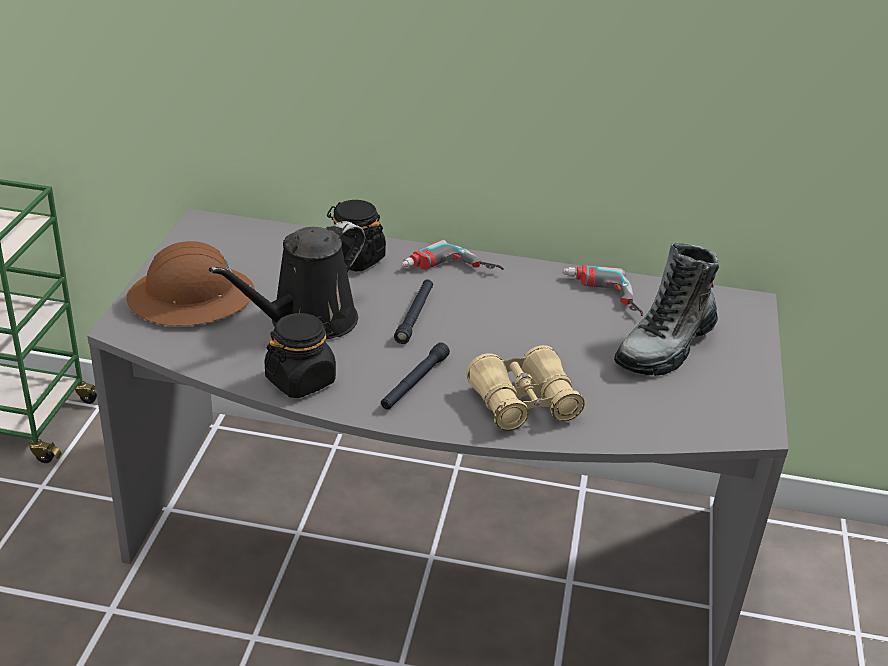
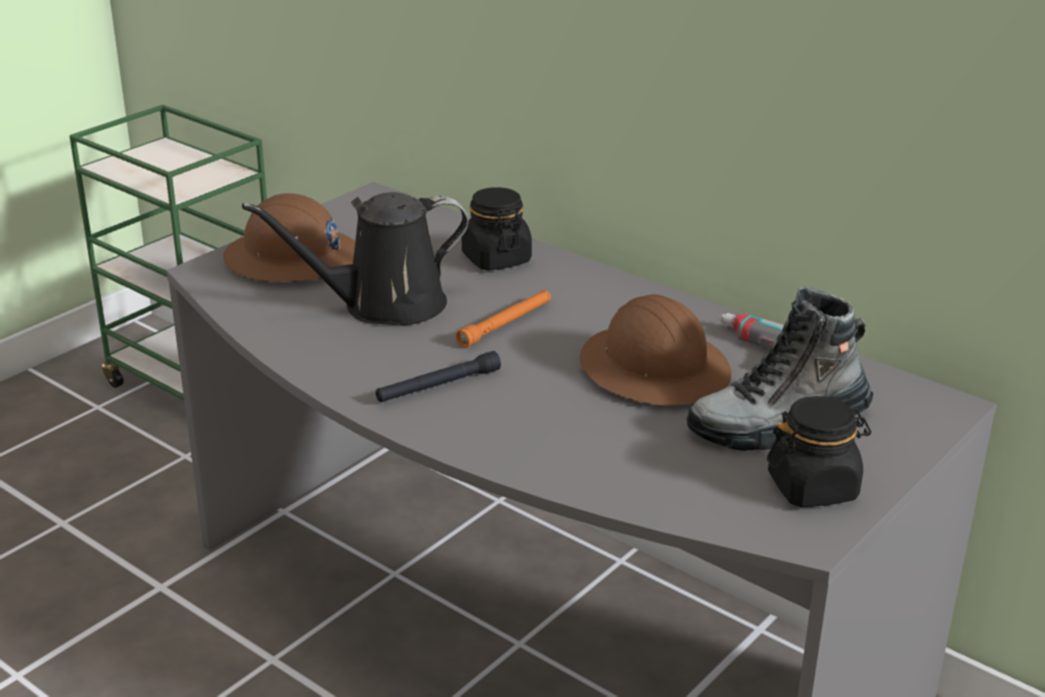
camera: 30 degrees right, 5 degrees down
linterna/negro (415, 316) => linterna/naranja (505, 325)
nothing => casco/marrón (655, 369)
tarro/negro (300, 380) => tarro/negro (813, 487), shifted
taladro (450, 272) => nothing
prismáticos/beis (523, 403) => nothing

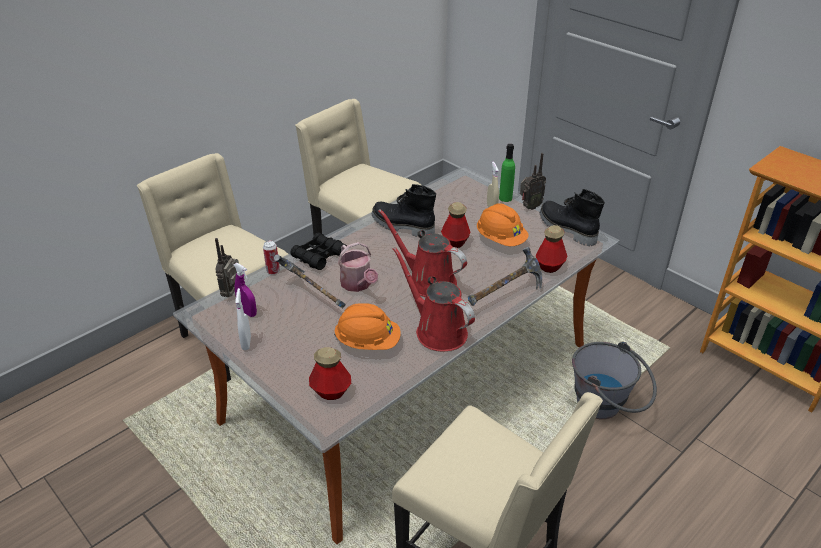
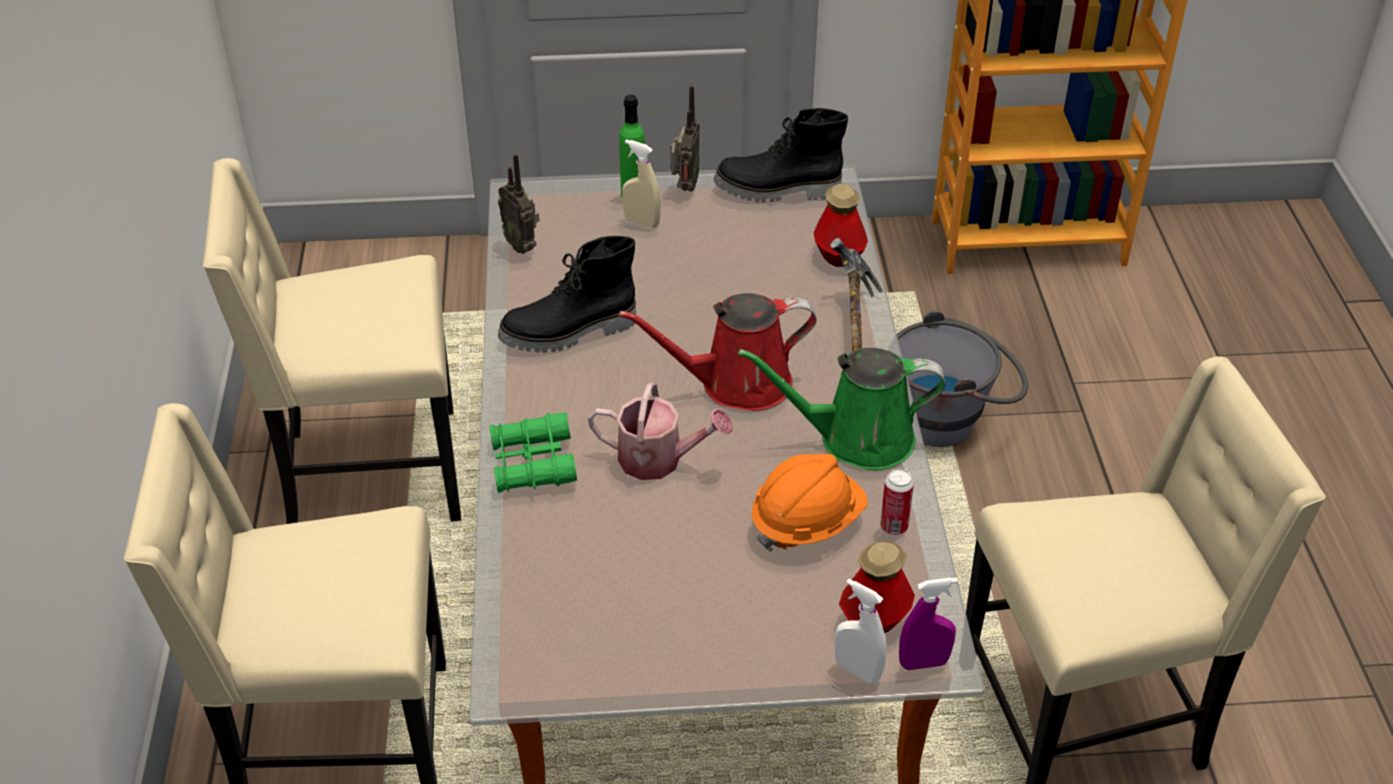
camera: 50 degrees left, 5 degrees up
prismáticos/negro (319, 256) => prismáticos/verde (533, 463)
radio (233, 293) => radio (522, 246), shifted
regadera/rojo (437, 330) => regadera/verde (856, 439)
pulverizador/blanco (246, 343) => pulverizador/blanco (857, 671), shifted
lata (273, 271) => lata (894, 526), shifted
pulverizador/morado (247, 312) => pulverizador/morado (923, 663), shifted
martillo (312, 296) => nothing
botella (455, 242) => nothing
casco/naranja (501, 239) => nothing

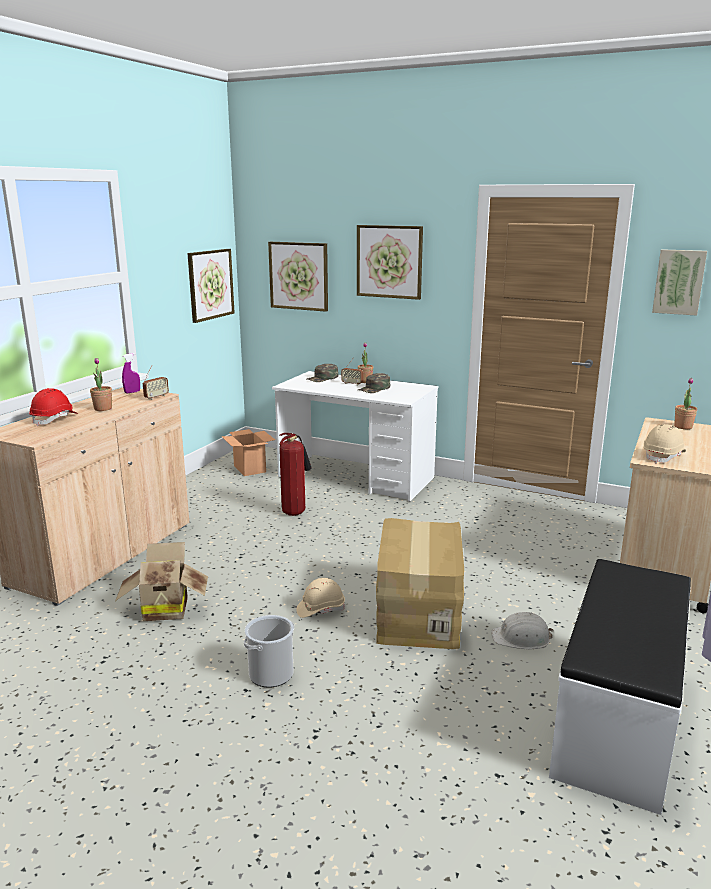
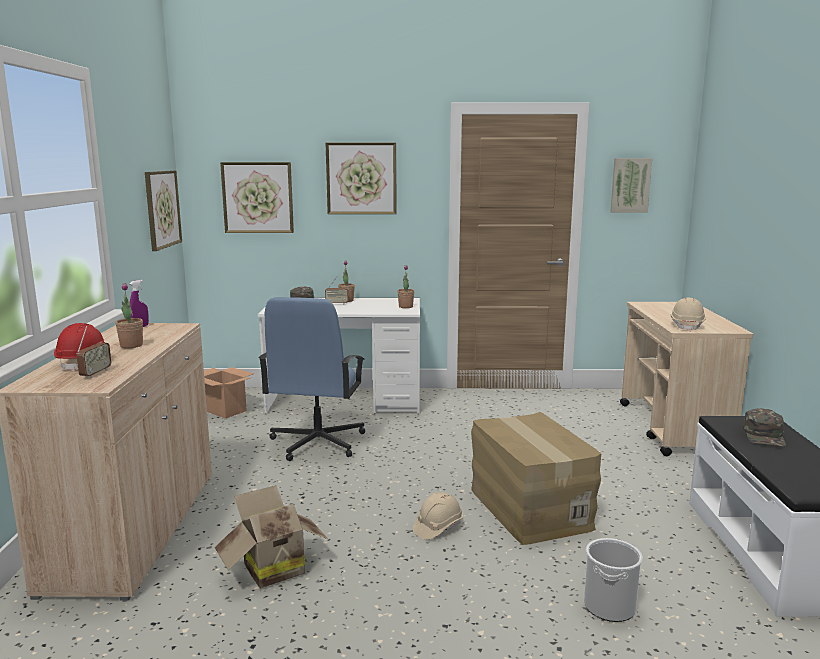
camera: 25 degrees left, 5 degrees down
radio (156, 397) => radio (95, 373), shifted
extintor (295, 512) => silla de oficina/azul (317, 443)
planta en maceta (683, 427) => planta en maceta (405, 307), shifted
cubo (271, 674) => cubo (609, 606), shifted
gorra/verde (374, 389) => gorra/verde (764, 435), shifted
casco/blanco (521, 638) => nothing

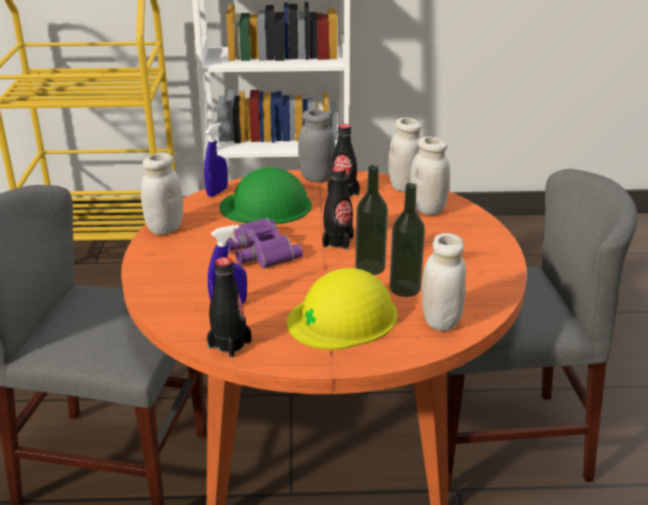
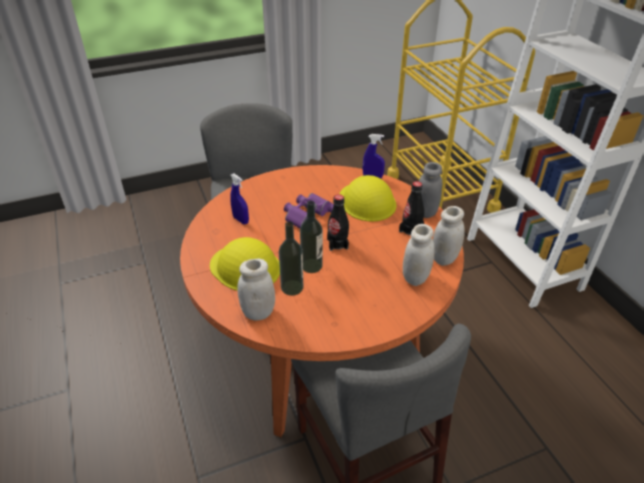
camera: 70 degrees right, 10 degrees up
casco/verde (266, 206) => casco/amarillo (367, 201)
tarro/blanco (165, 228) => nothing
botella/negro (229, 344) => nothing

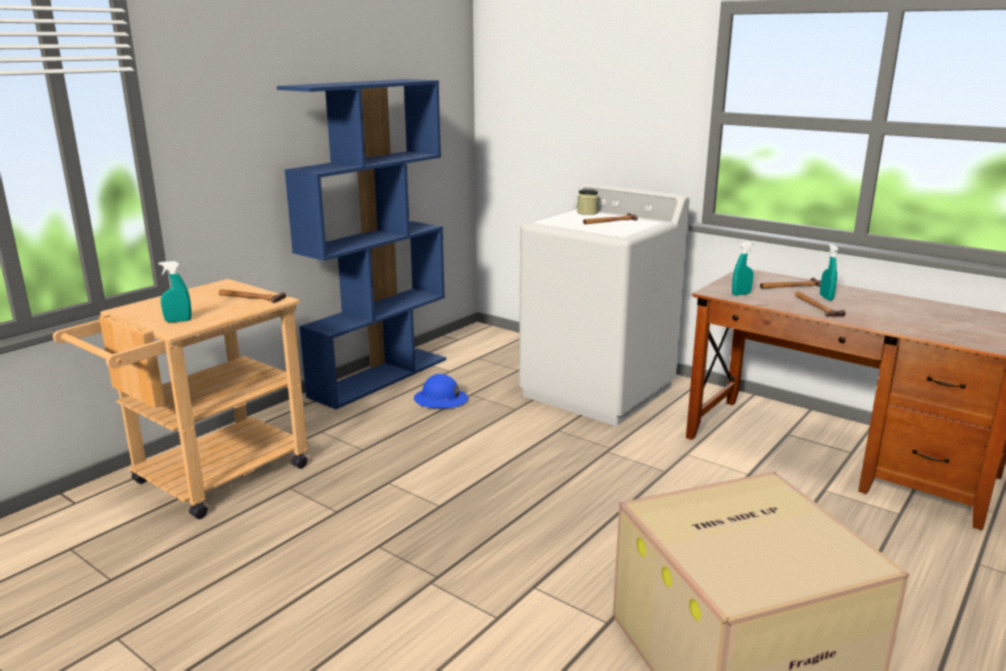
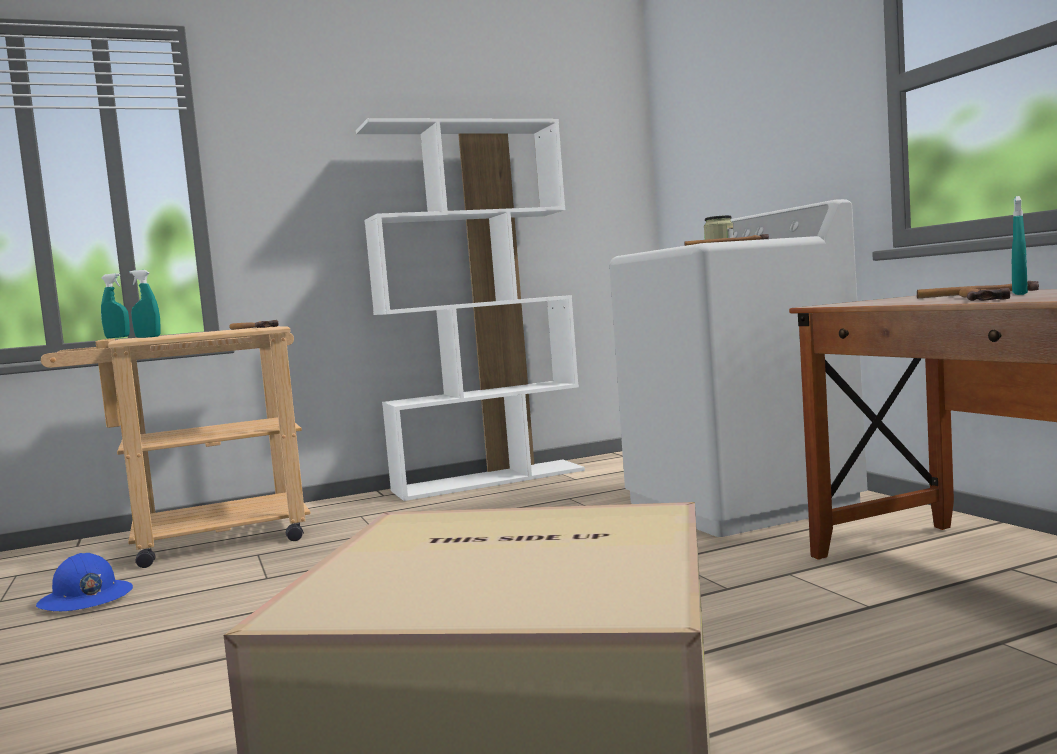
camera: 30 degrees right, 15 degrees down
casco/azul (441, 400) => casco/azul (85, 599), shifted
pulverizador/turquesa (741, 294) => pulverizador/turquesa (117, 337), shifted
estantería/azul (380, 377) => estantería/blanco (489, 480)

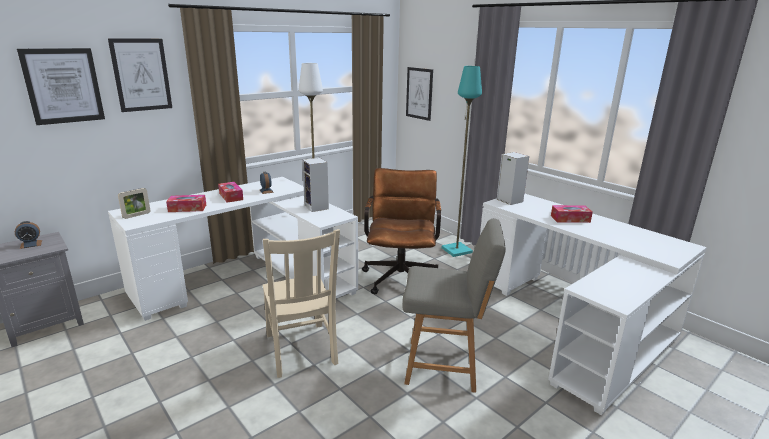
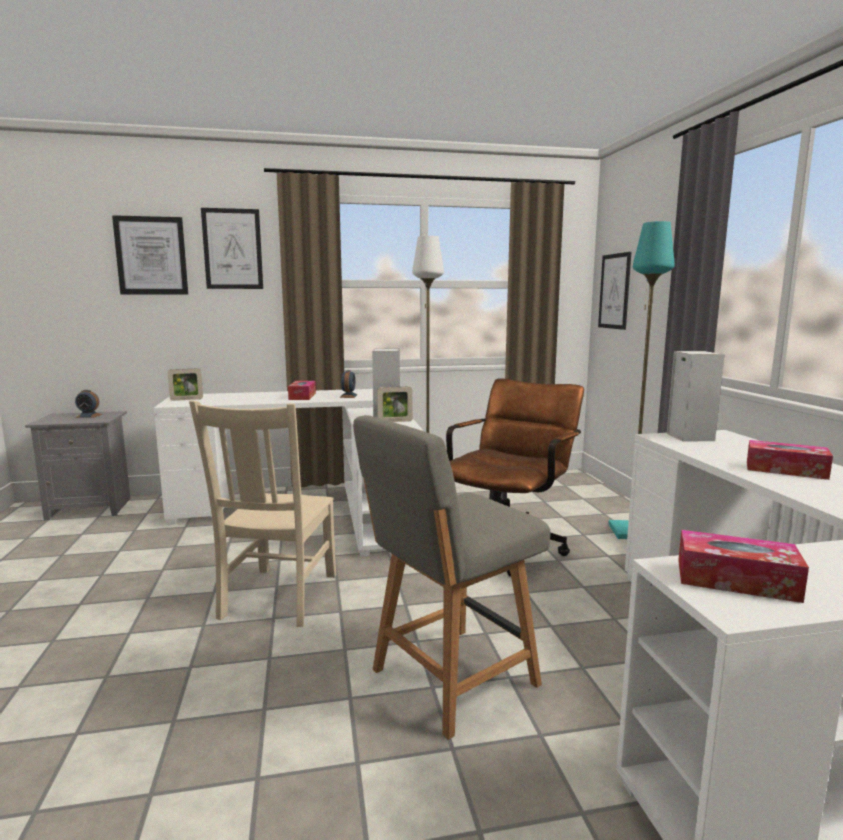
camera: 30 degrees right, 10 degrees down
silla/gris (445, 365) => silla/gris (450, 679), 105 degrees clockwise
nothing => portarretratos (395, 421)
caja de pañuelos (187, 208) => caja de pañuelos (736, 580), shifted

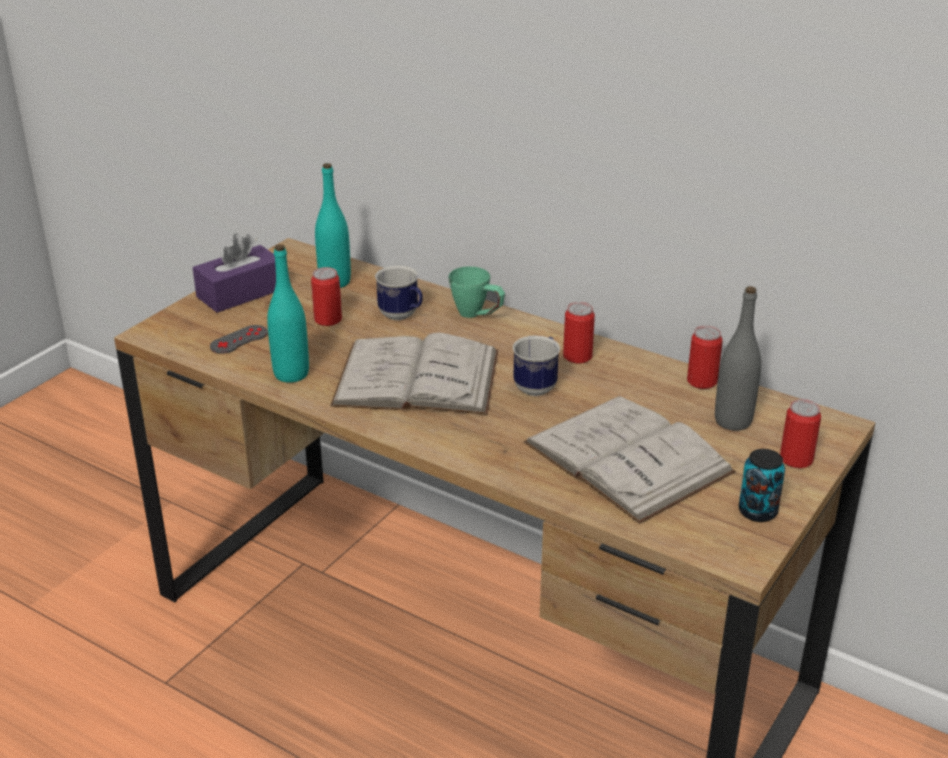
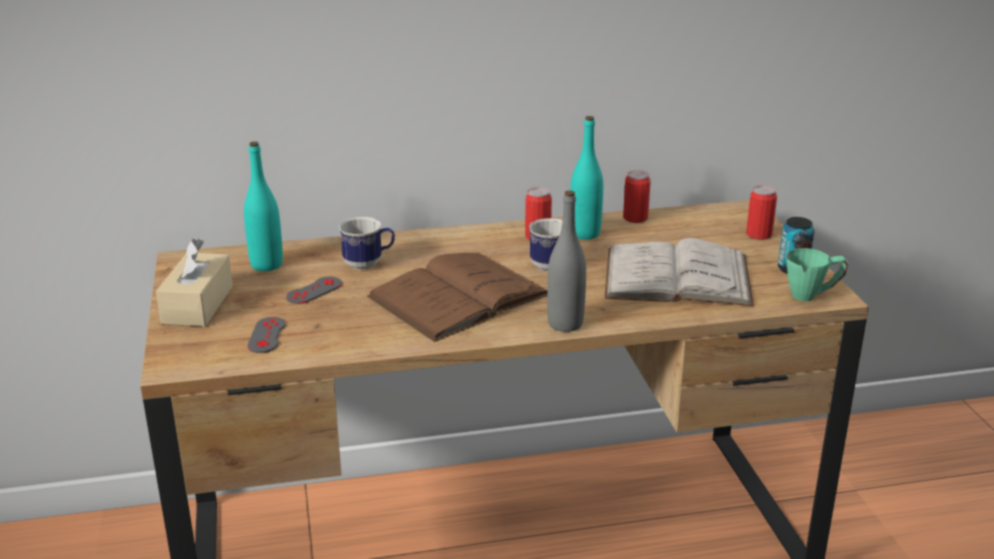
camera: 45 degrees left, 5 degrees down
caja de pañuelos/morado (240, 293) => caja de pañuelos/beis (198, 305)
lata (328, 319) => mando de consola/gris (314, 290)
libro/blanco (417, 378) => libro/marrón (459, 296)
botella/gris (733, 421) => botella/gris (565, 324), shifted
botella/turquesa (291, 374) => botella/turquesa (585, 234), shifted
taza grande/verde (477, 315) => taza grande/verde (812, 295), shifted

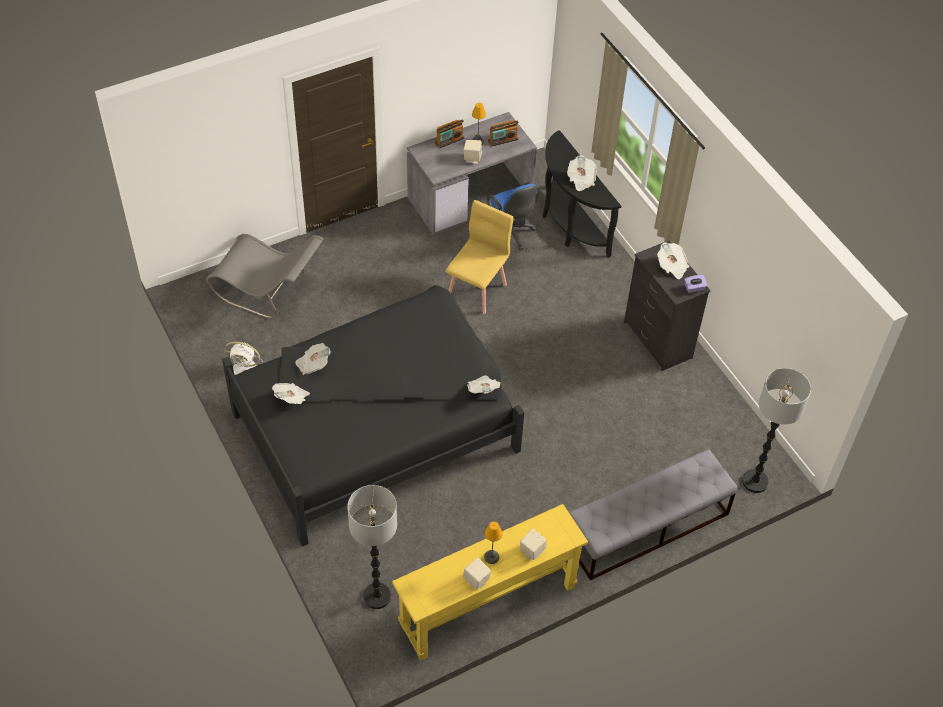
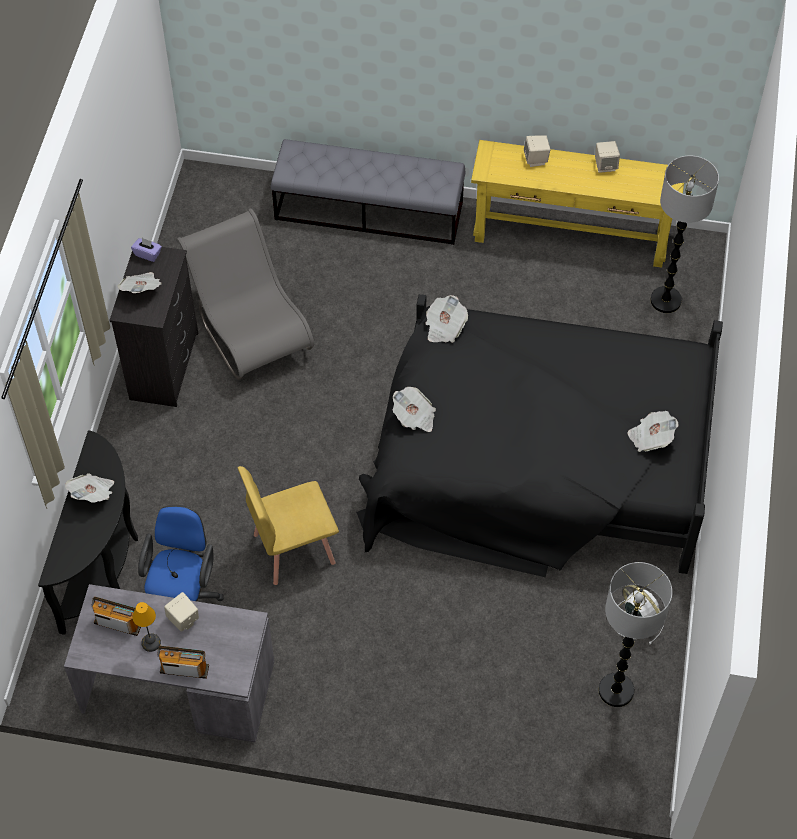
camera: 140 degrees left, 5 degrees up
silla/gris (268, 292) => silla/gris (250, 329), shifted
periódico (313, 364) => periódico (414, 417), shifted
lámpara de pie (755, 482) => lámpara de pie (616, 690), shifted
lámpara de mesa (492, 556) => nothing

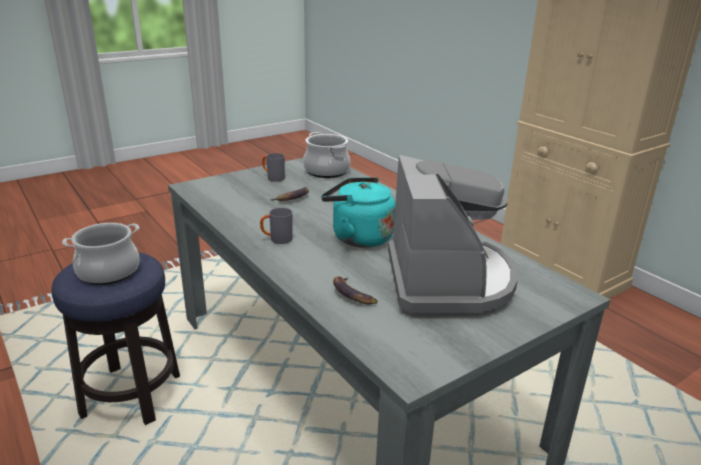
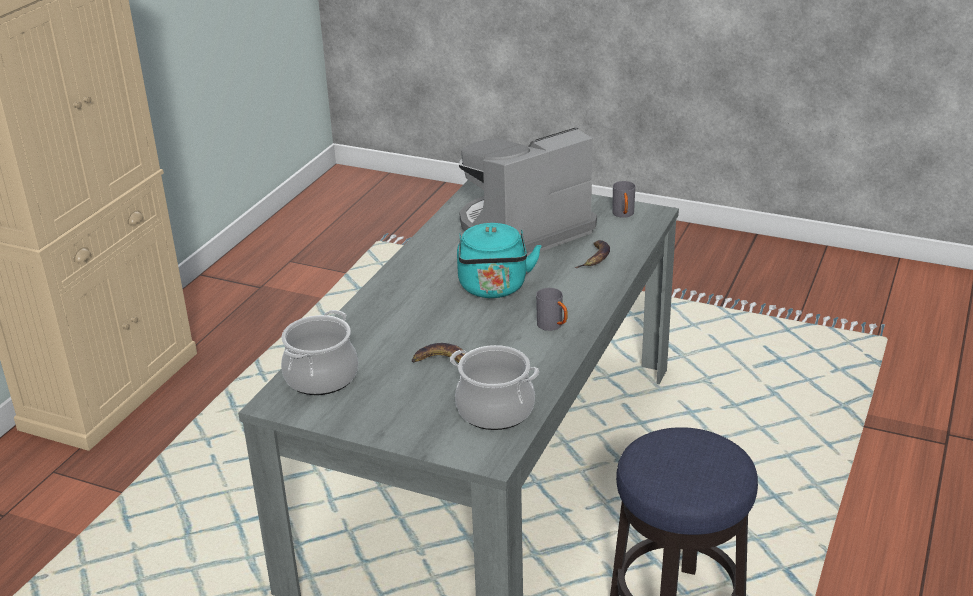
camera: 120 degrees left, 5 degrees up
olla (108, 272) => olla (495, 410), shifted
taza grande/gris (273, 178) => taza grande/gris (623, 215), shifted

